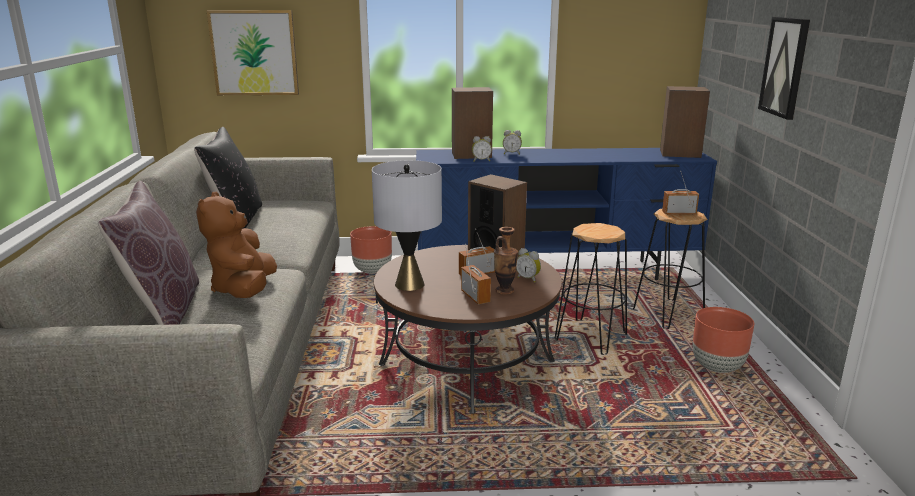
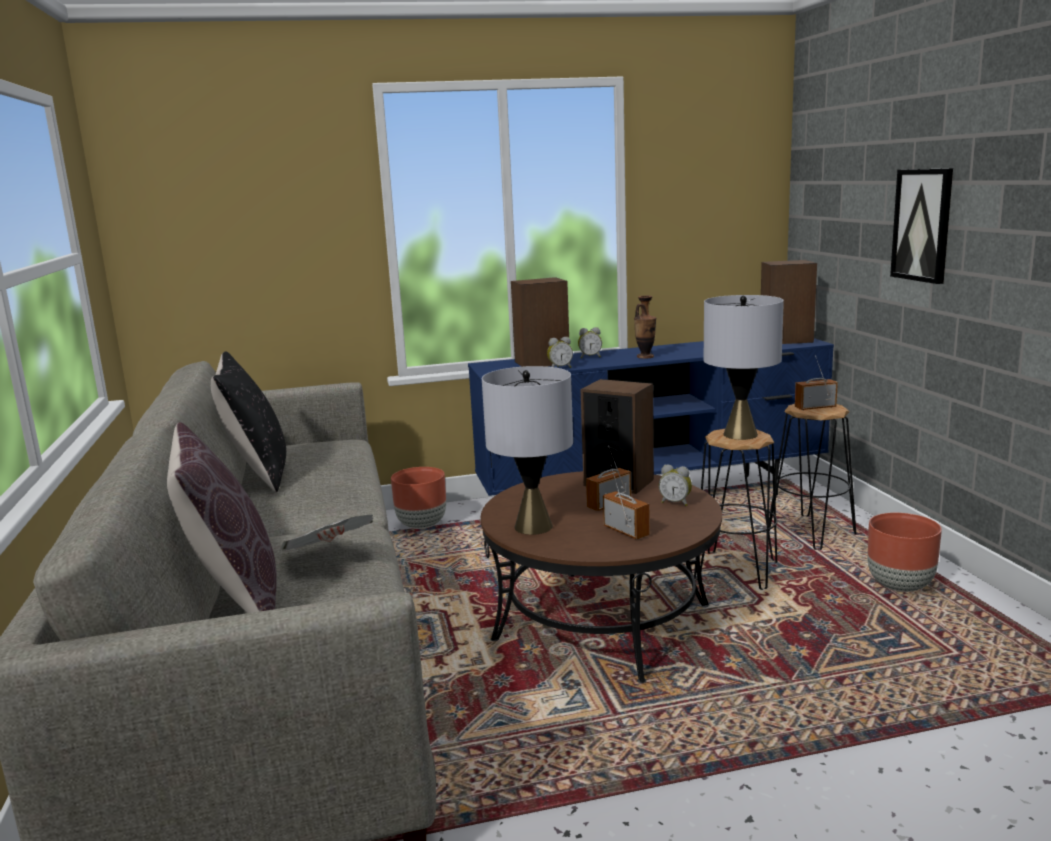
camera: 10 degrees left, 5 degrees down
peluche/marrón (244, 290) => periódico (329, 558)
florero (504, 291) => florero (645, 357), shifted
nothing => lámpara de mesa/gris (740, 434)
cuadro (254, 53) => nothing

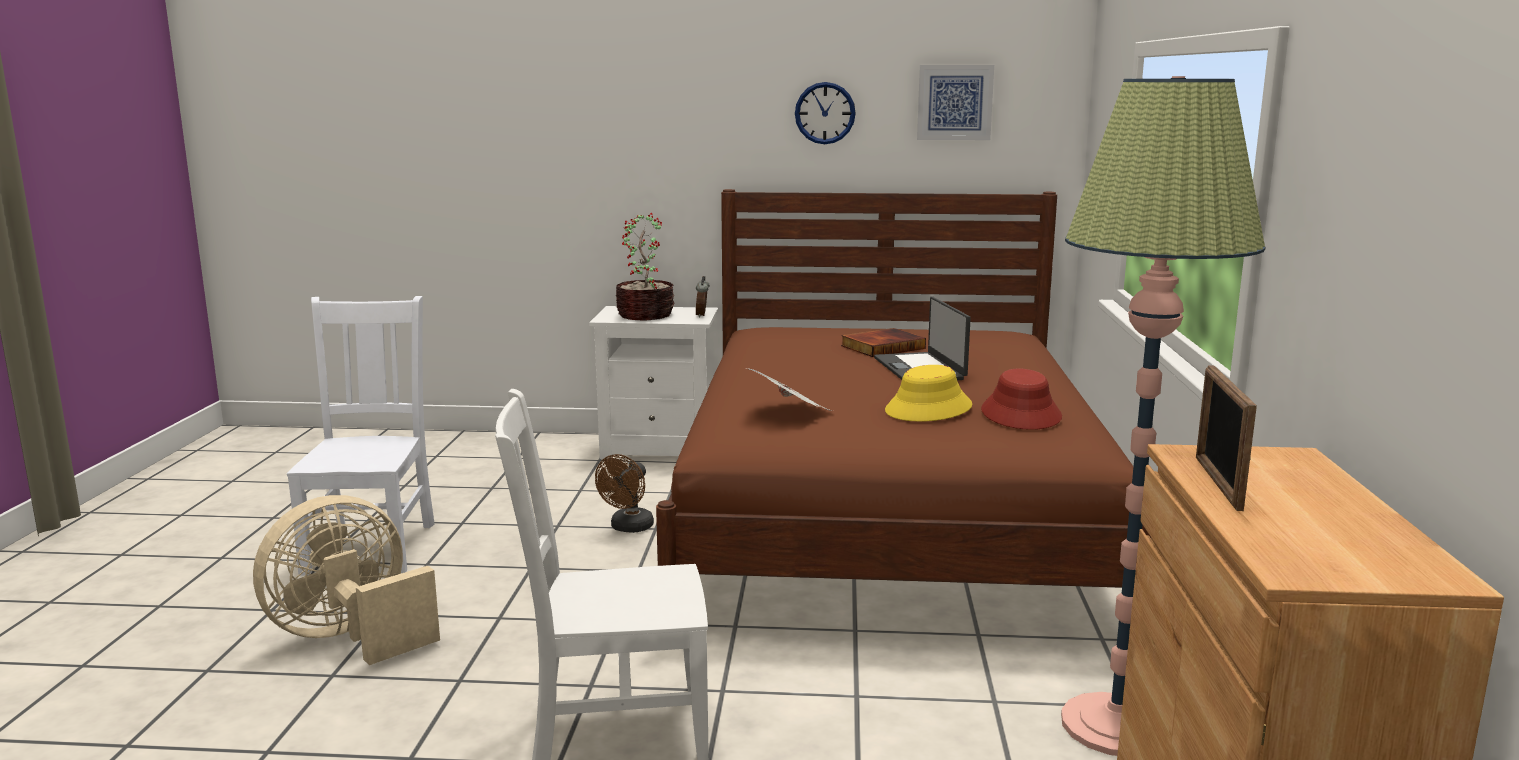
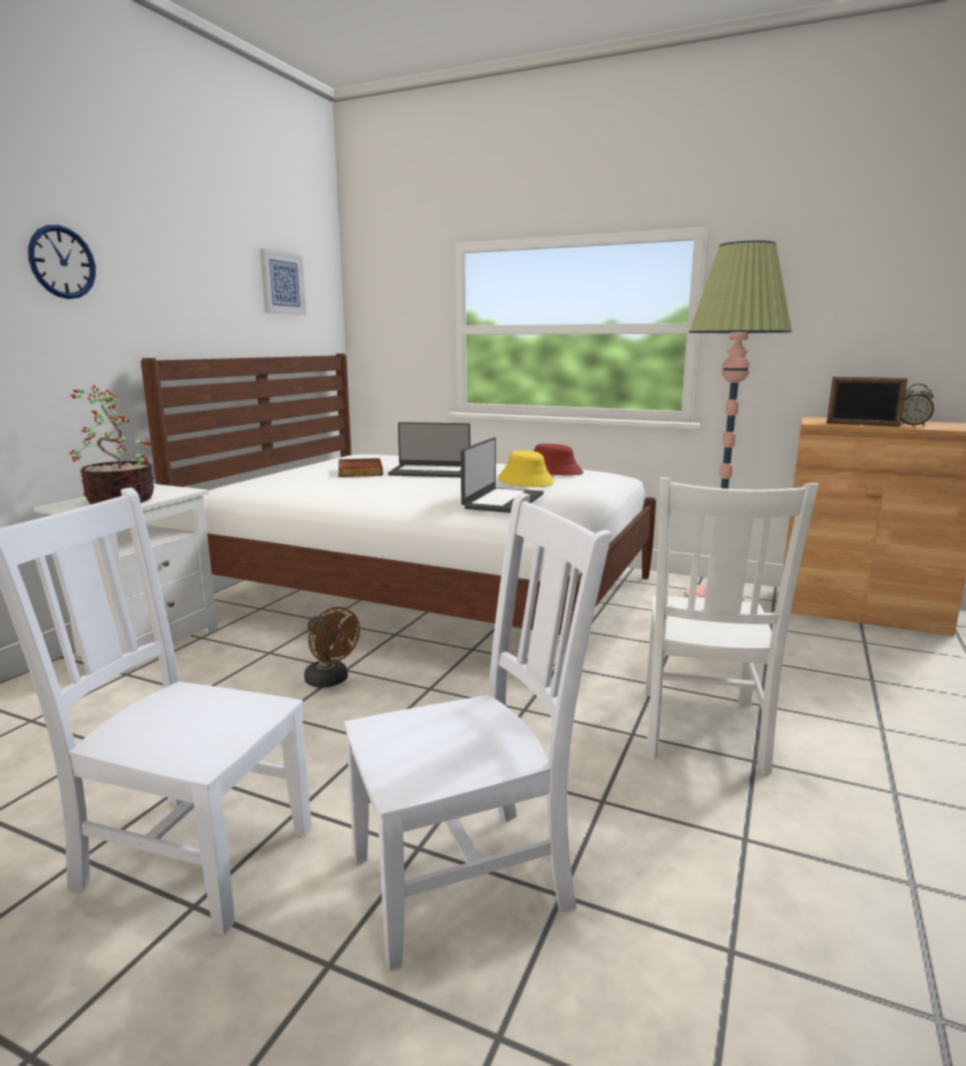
camera: 70 degrees left, 0 degrees up
reloj de pared (825, 113) => reloj de pared (62, 262), shifted
cama/marrón (888, 524) => cama/blanco (429, 593)
ventilador/beis (350, 637) => silla/blanco (467, 878)
periódico (789, 412) => portátil (502, 501)
despertador (702, 315) => despertador (912, 425), shifted

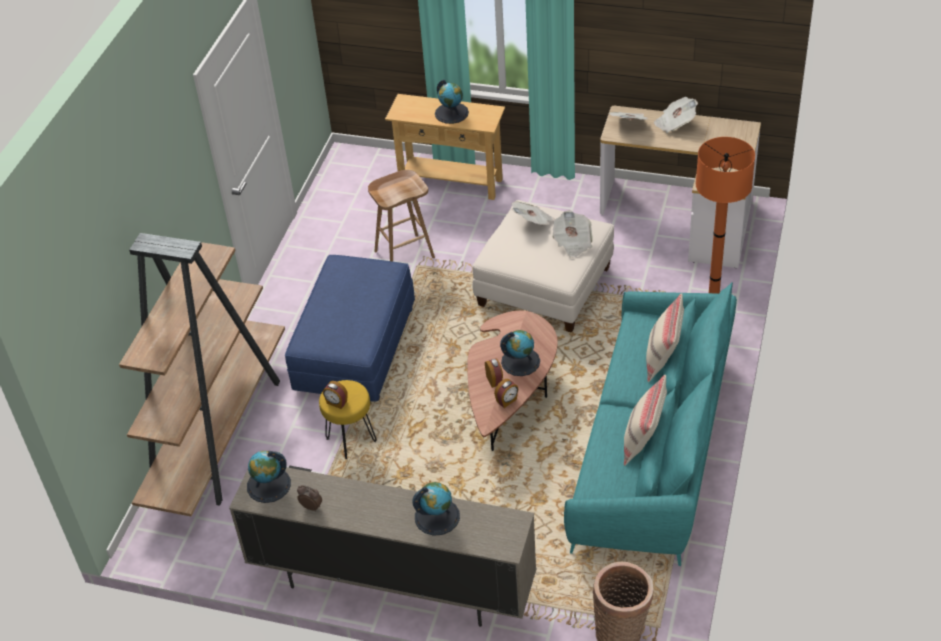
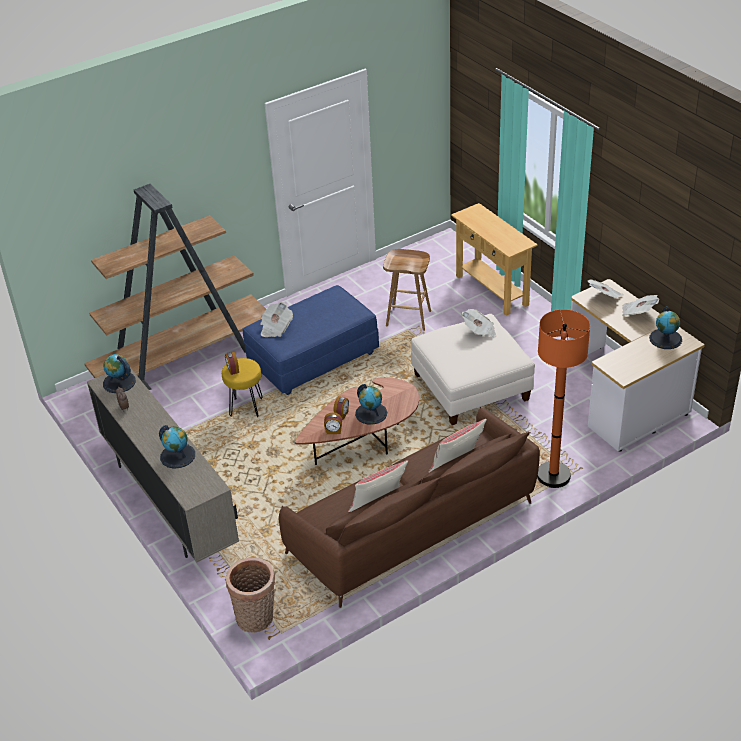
camera: 40 degrees right, 5 degrees down
periódico (573, 243) => periódico (275, 328), shifted
sofá/turquesa (654, 447) => sofá/marrón (415, 527)
globo terráqueo (451, 113) => globo terráqueo (665, 339), shifted

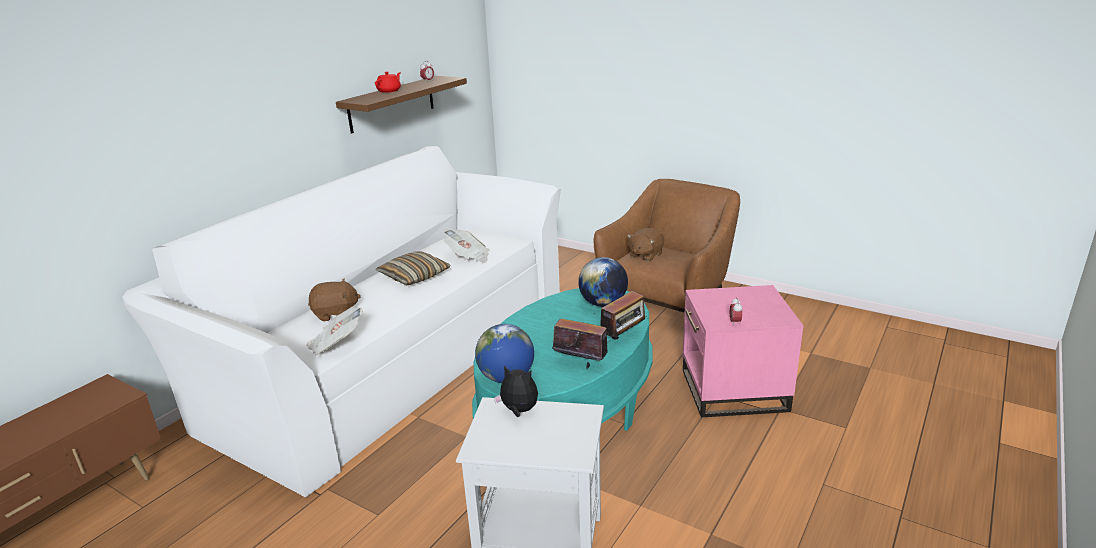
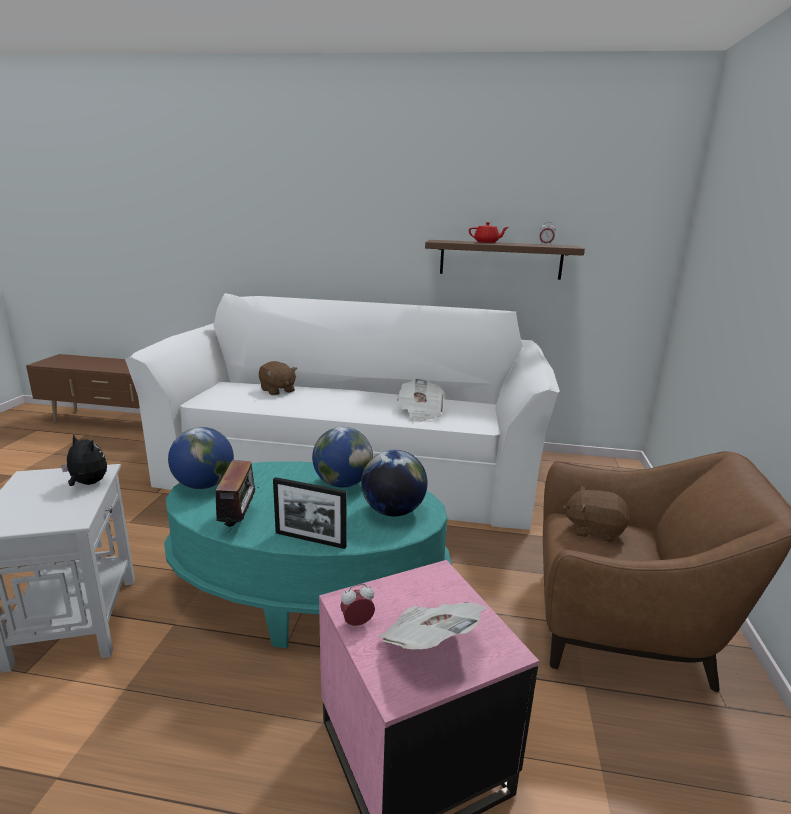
camera: 65 degrees right, 5 degrees down
peluche (519, 411) => peluche (87, 483), 60 degrees counterclockwise
radio (623, 337) => portarretratos (310, 539)
nothing => globo terráqueo (342, 483)
periódico (336, 344) => periódico (429, 644), shifted
cojín (414, 276) => nothing

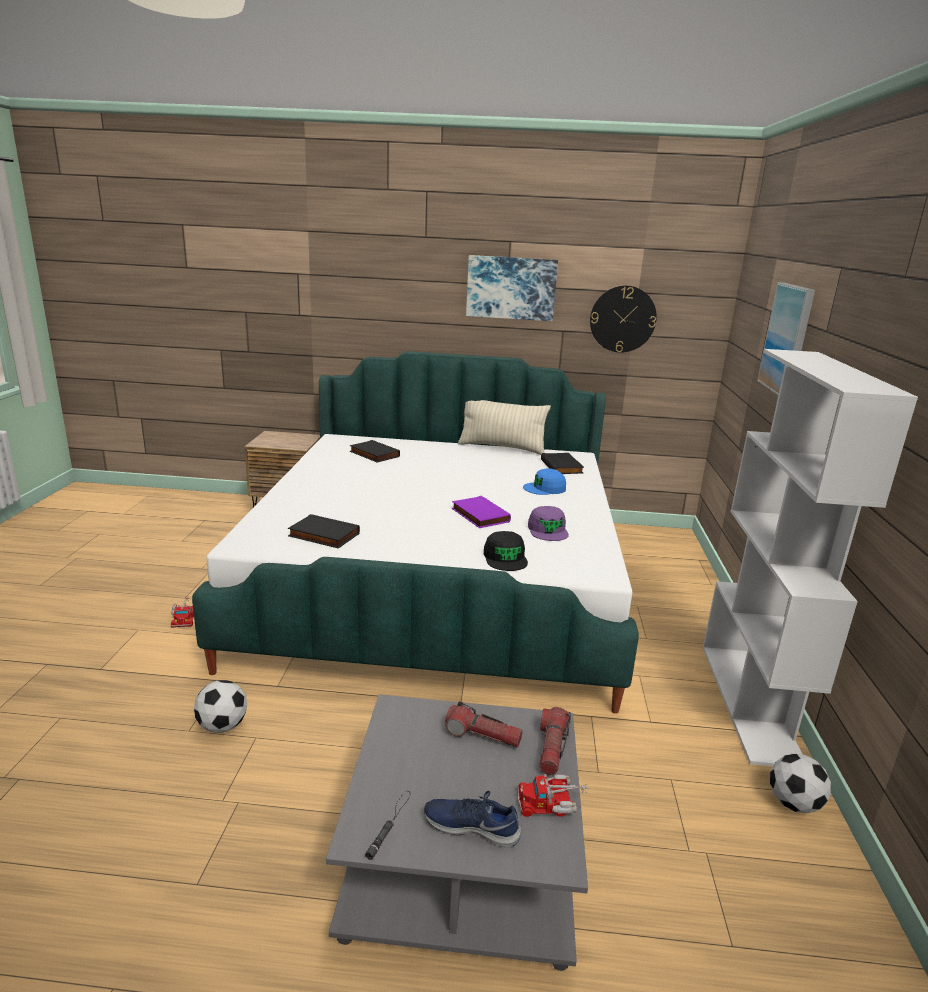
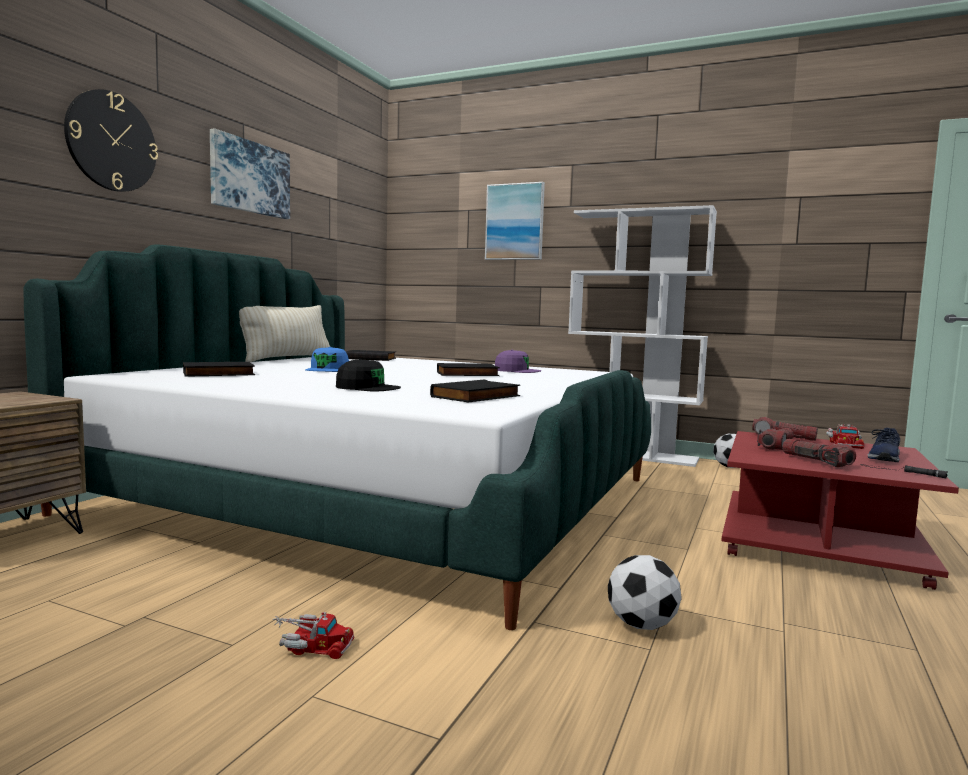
camera: 70 degrees left, 15 degrees down
reloj de pared (622, 319) => reloj de pared (111, 141), shifted
gorra/azul (545, 488) => gorra/azul (328, 369), shifted
gorra/negro (505, 558) => gorra/negro (367, 387), shifted
libro/morado (479, 515) => libro/negro (467, 374)
mesa de centro/gris (463, 863) => mesa de centro/rojo (821, 542)
nothing => linterna (816, 461)

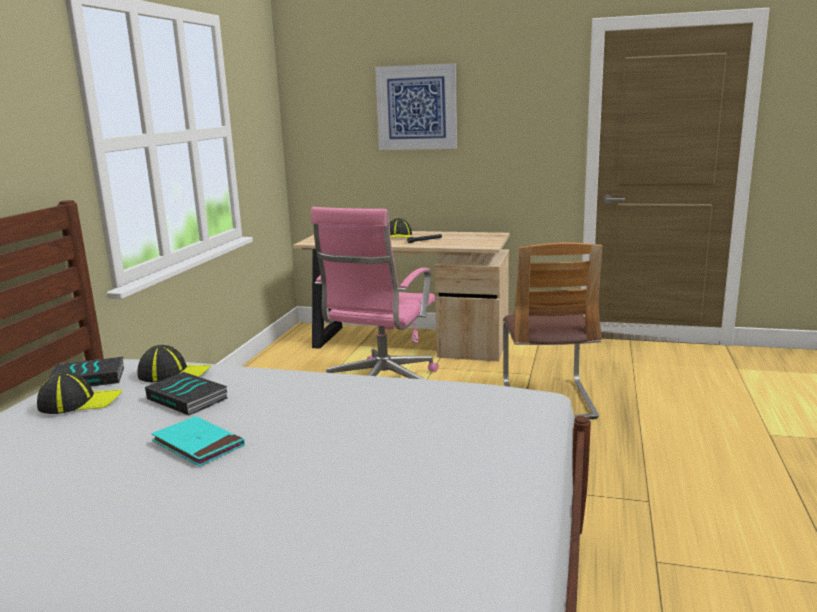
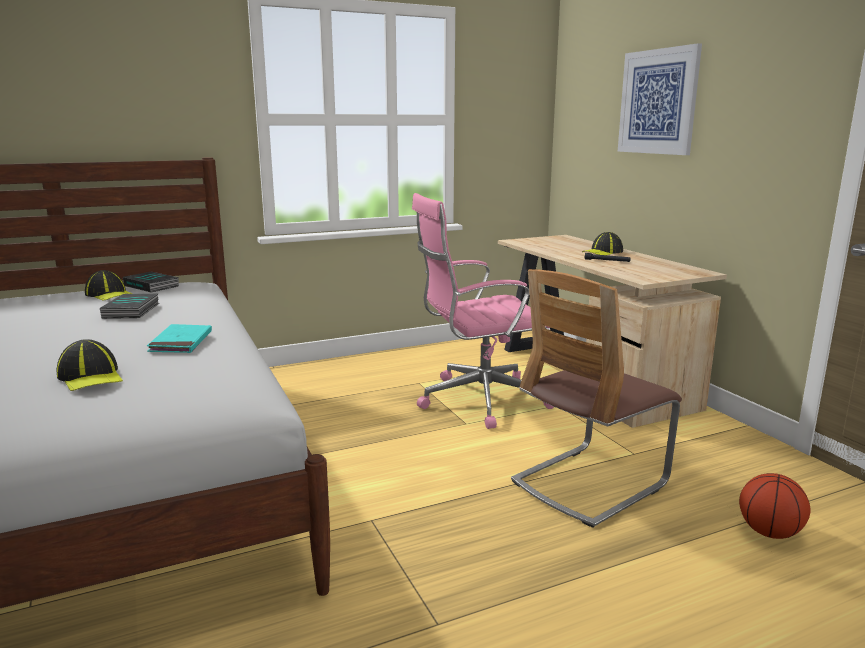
camera: 50 degrees right, 0 degrees up
gorra (174, 373) => gorra (91, 377), shifted
libro/turquesa (198, 445) => libro/turquesa (181, 342), shifted
nothing => balón de baloncesto (769, 533)

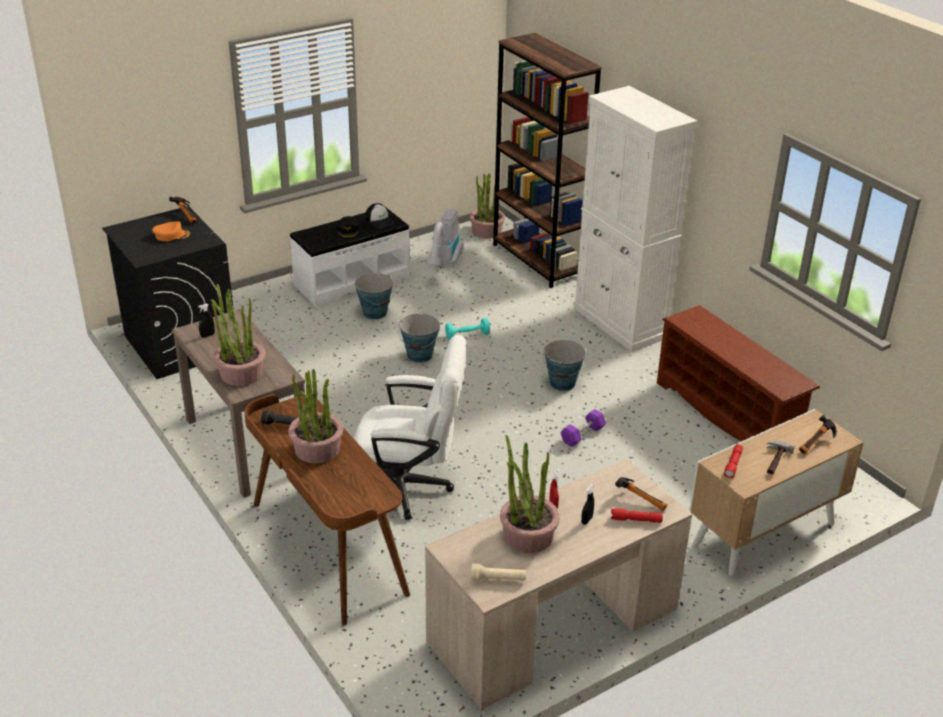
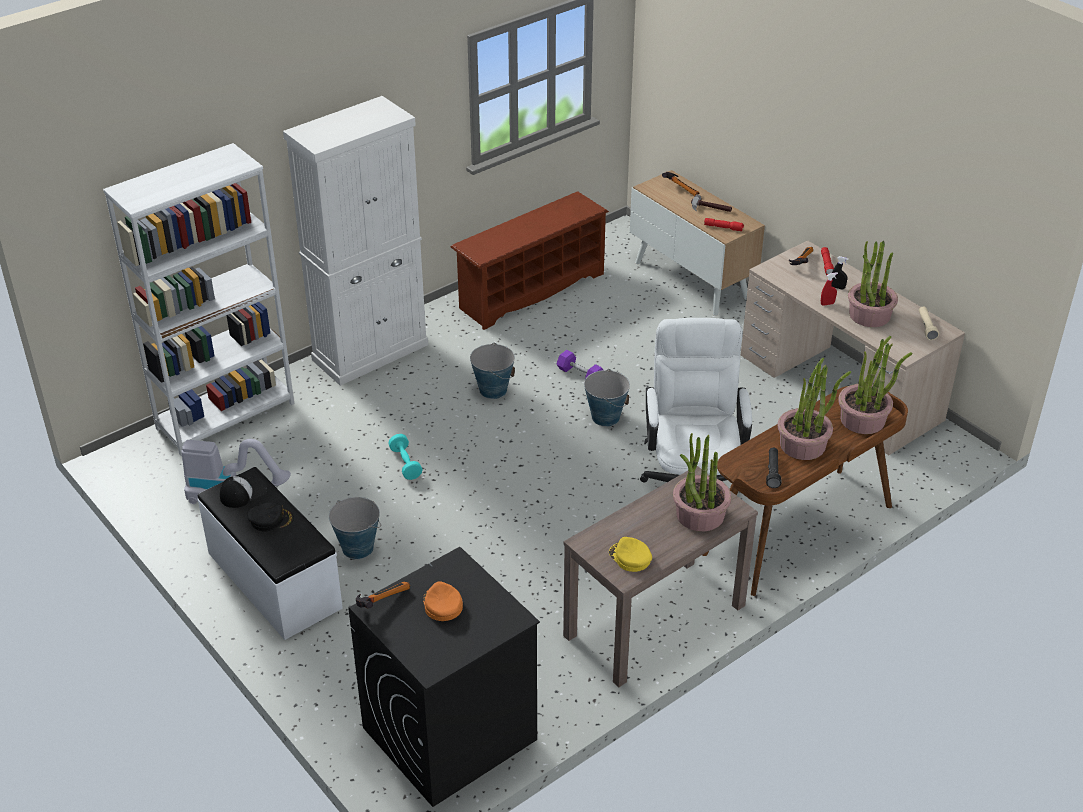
camera: 95 degrees left, 5 degrees up
estantería/marrón (538, 260) => estantería/blanco (226, 415)
cubo (420, 355) => cubo (605, 417), shifted
pulverizador/negro (207, 335) => gorra/amarillo (630, 557)
planta en maceta (486, 231) => planta en maceta (863, 420), shifted

